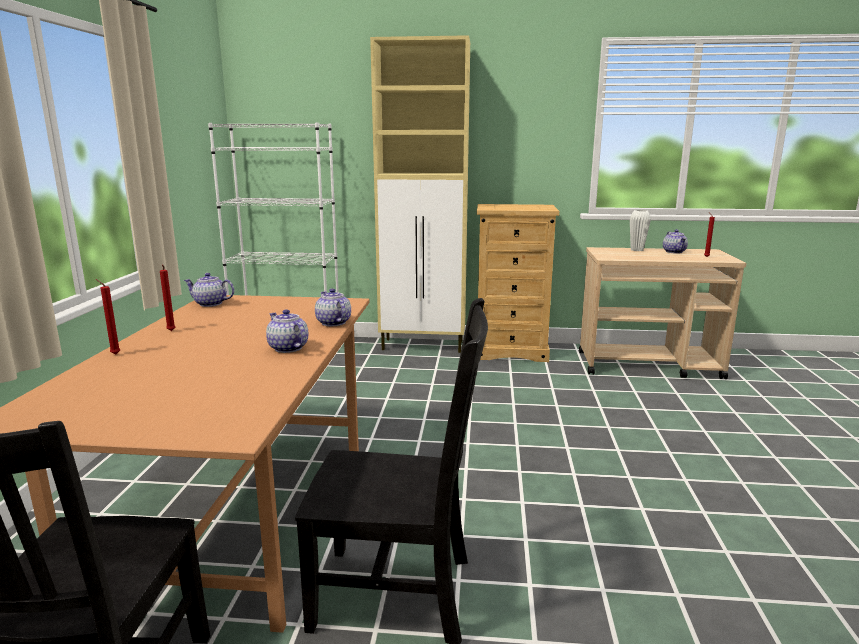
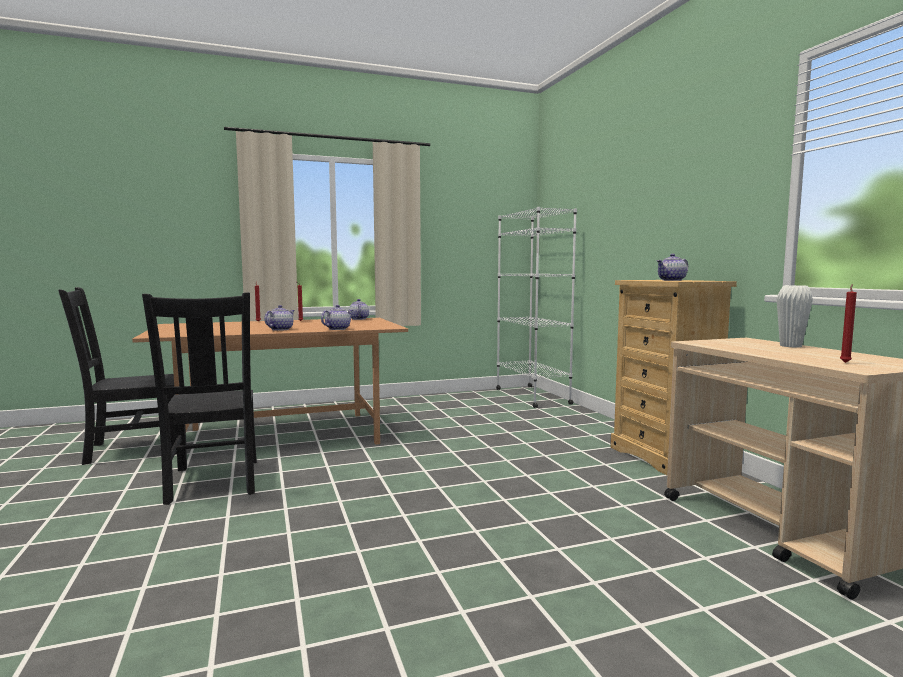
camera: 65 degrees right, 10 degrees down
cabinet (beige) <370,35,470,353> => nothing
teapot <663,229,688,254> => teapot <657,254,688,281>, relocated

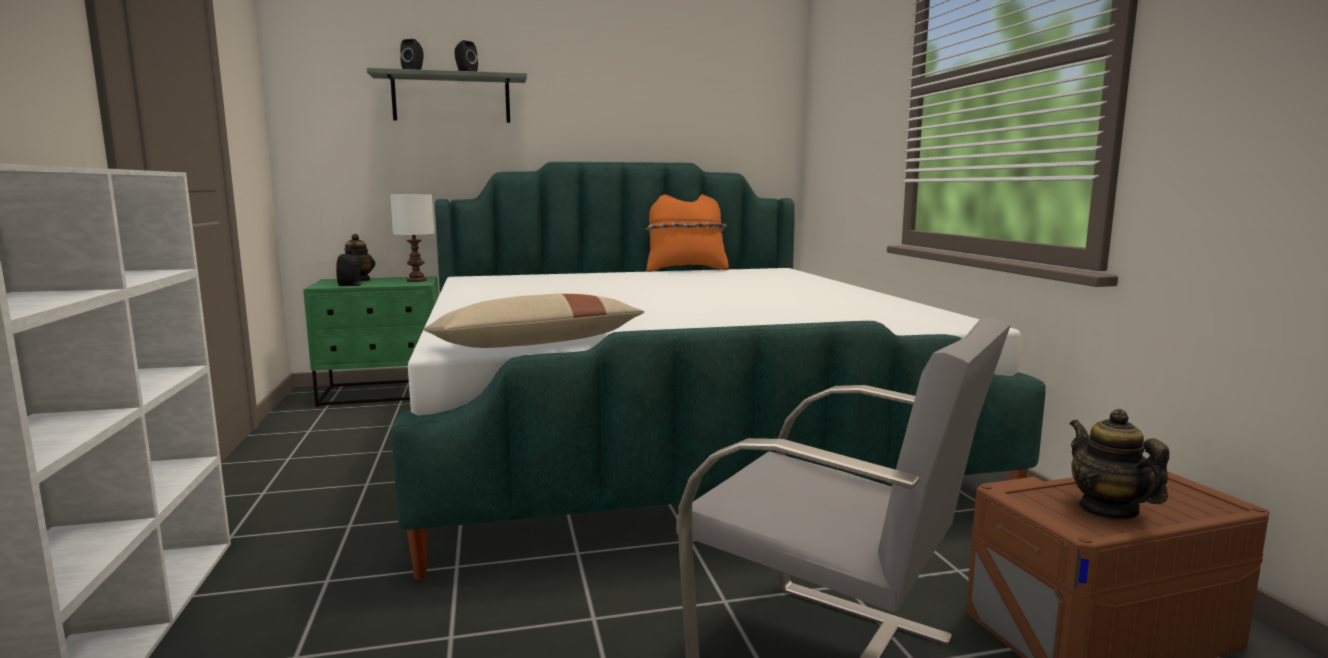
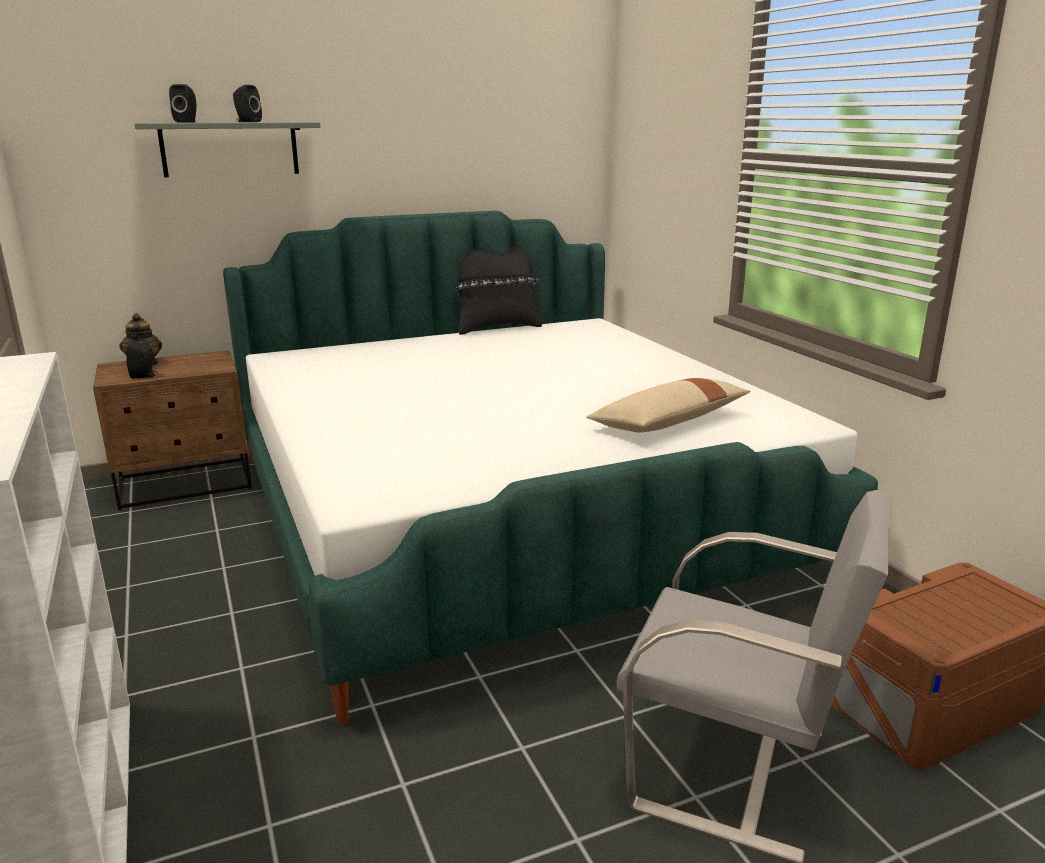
camera: 10 degrees left, 10 degrees up
table lamp (white) <390,194,434,282> => nothing
pillow (orange) <646,194,729,272> => pillow (black) <455,245,542,335>
nightstand (green) <303,276,439,407> => nightstand (brown) <93,351,252,510>
pillow (beige) <423,294,644,348> => pillow (beige) <586,378,750,433>, relocated
teapot <1070,408,1169,520> => nothing

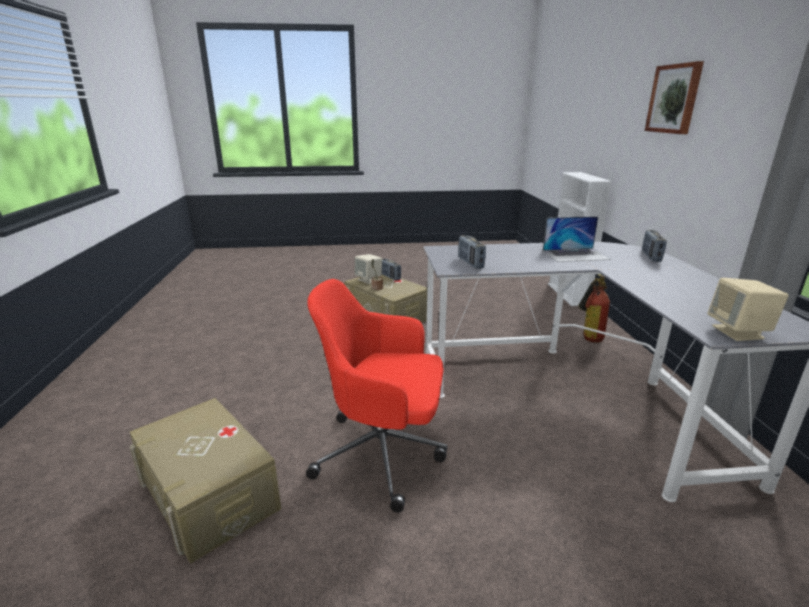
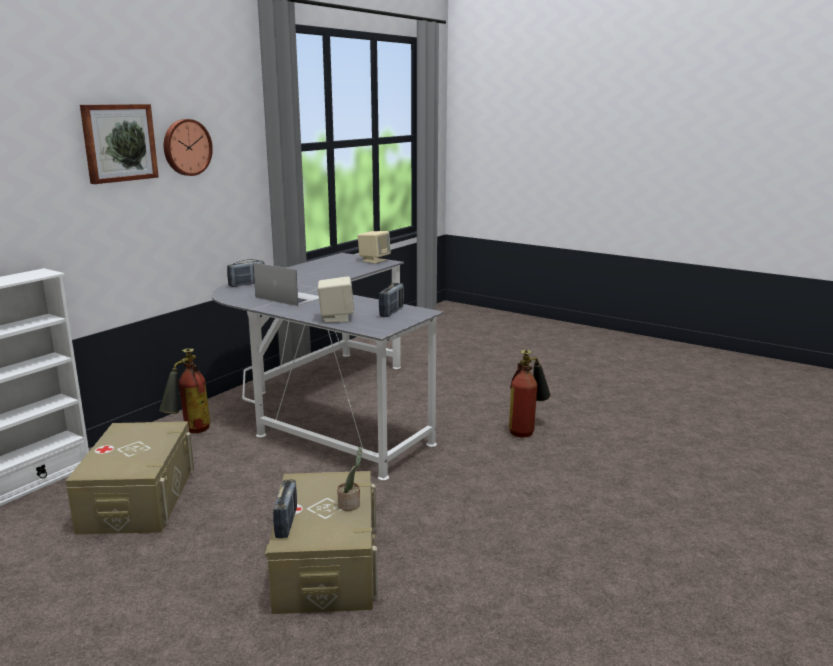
camera: 140 degrees left, 5 degrees down
speaker (beige) <354,254,382,284> => speaker (beige) <318,277,354,323>, relocated
office chair (red) <306,279,447,513> => fire extinguisher <509,350,551,438>
storage box (beige) <130,398,281,564> => storage box (beige) <66,422,194,535>, relocated
nothing => wall clock <164,119,213,176>

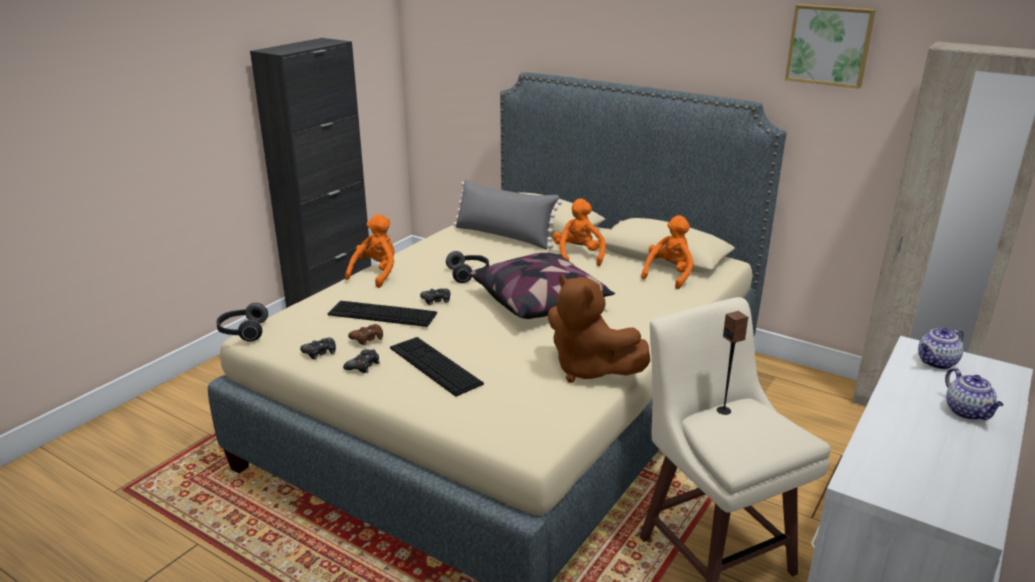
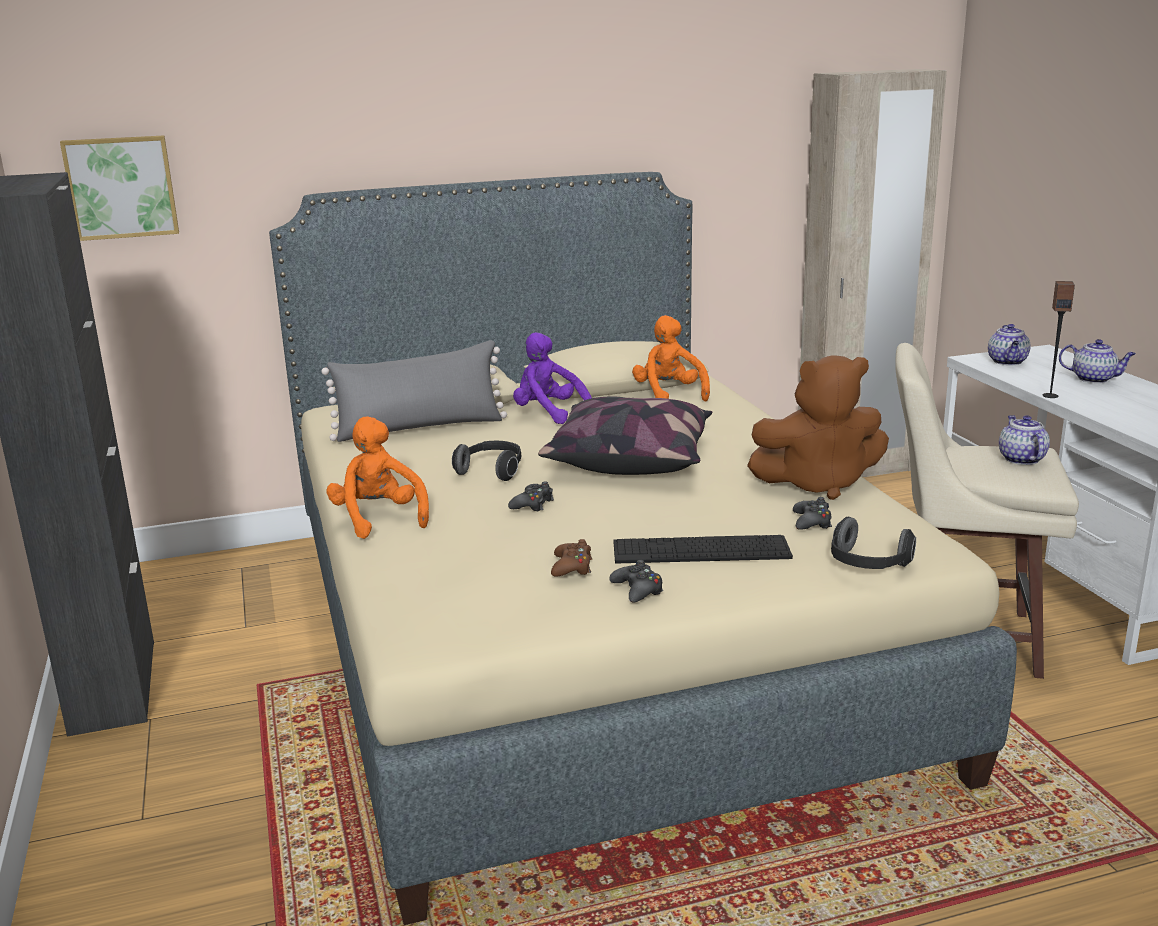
camera: 50 degrees left, 5 degrees down
picture <785,4,876,89> => picture <60,135,179,241>, relocated
plush toy (orange) <553,198,606,266> => plush toy (purple) <513,332,592,424>
keyboard <328,301,437,327> => nothing
headphones <217,303,268,341> => headphones <831,517,916,569>, relocated
speaker <717,311,748,415> => speaker <1042,281,1075,398>, relocated
game controller (black) <300,337,336,359> => game controller (black) <793,497,832,530>, relocated
nothing => teapot <999,415,1050,465>

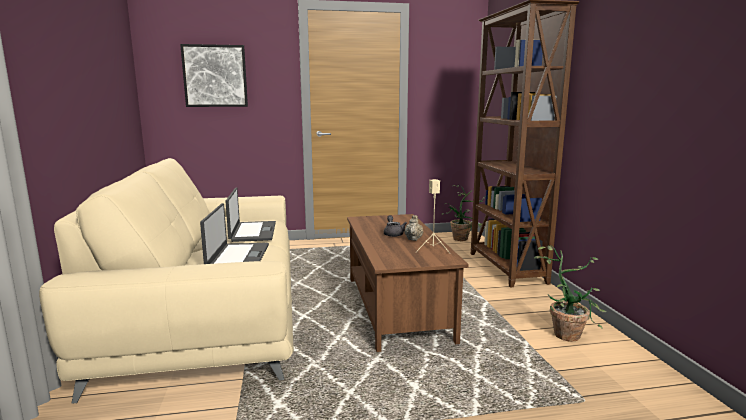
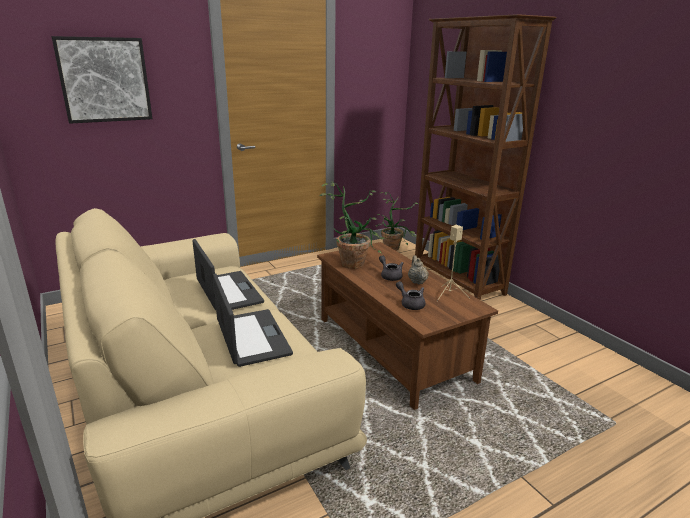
camera: 20 degrees left, 10 degrees up
potted plant <534,245,606,342> => potted plant <319,182,385,269>, relocated
nothing => teapot (grey) <396,281,426,310>

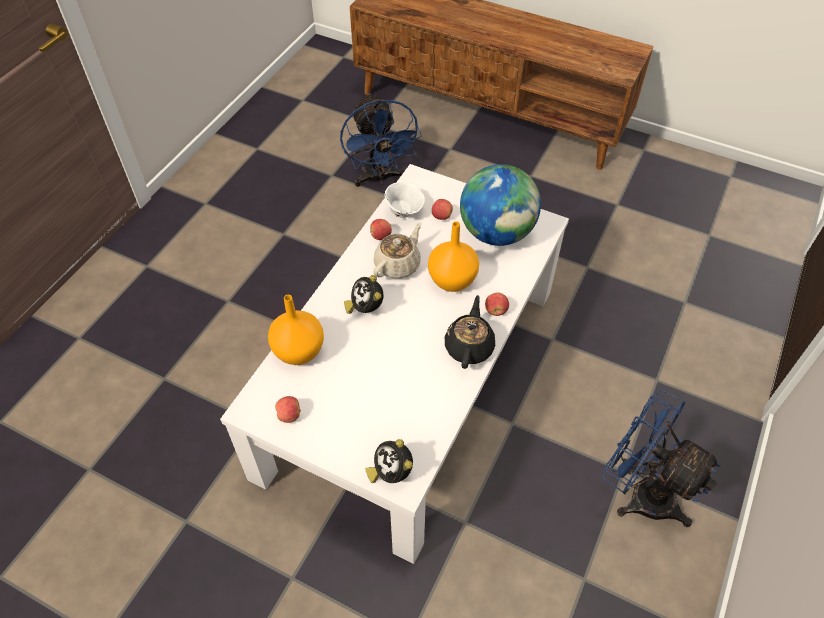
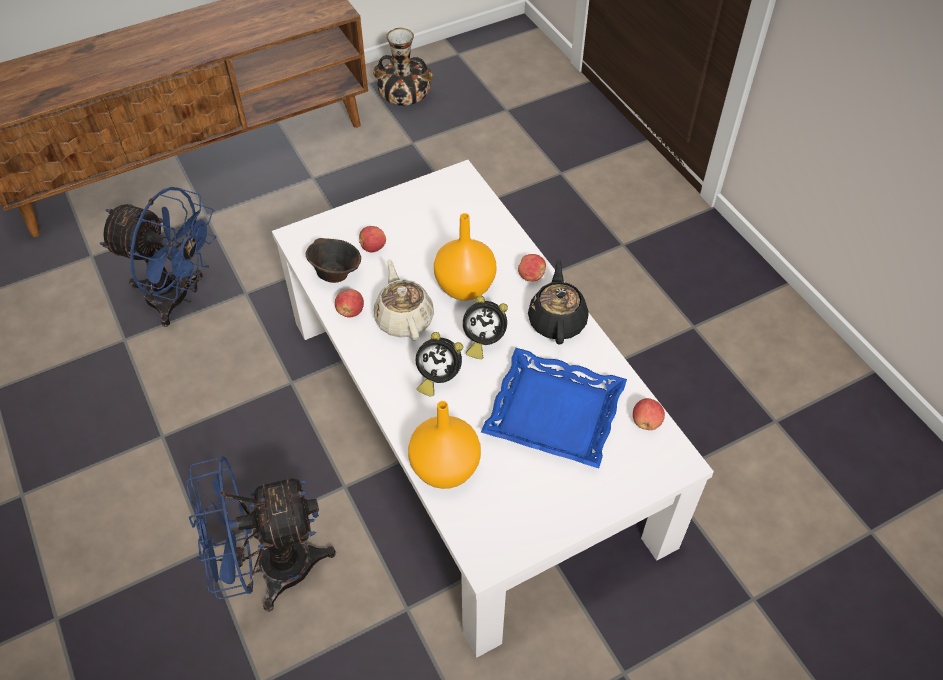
camera: 55 degrees left, 0 degrees up
globe <460,164,541,246> => nothing
bowl (white) <385,182,425,218> => bowl (brown) <306,238,361,283>
teapot (black) <445,295,495,369> => teapot (black) <528,259,589,345>, 45 degrees clockwise
fan (blue) <602,389,720,527> => fan (blue) <186,456,336,612>, relocated
apple <275,396,301,423> => apple <633,398,665,430>, relocated
alarm clock <366,439,413,483> => alarm clock <463,296,508,359>, relocated
nothing => vase <373,28,433,106>
nothing => tray (blue) <481,348,627,468>

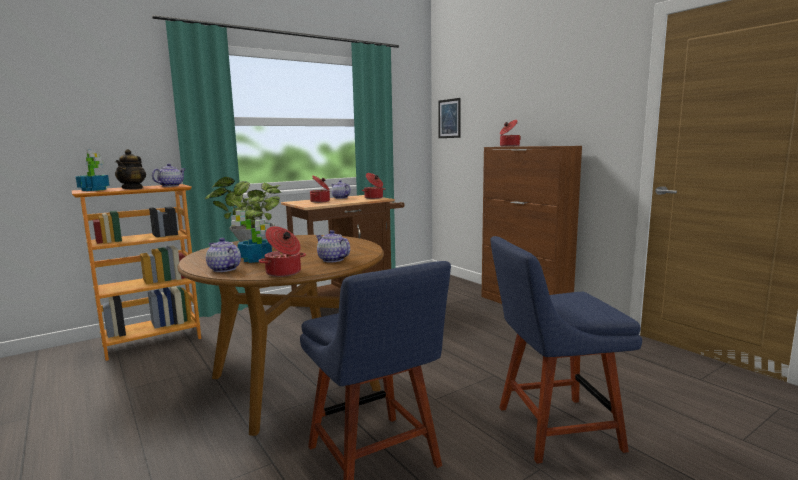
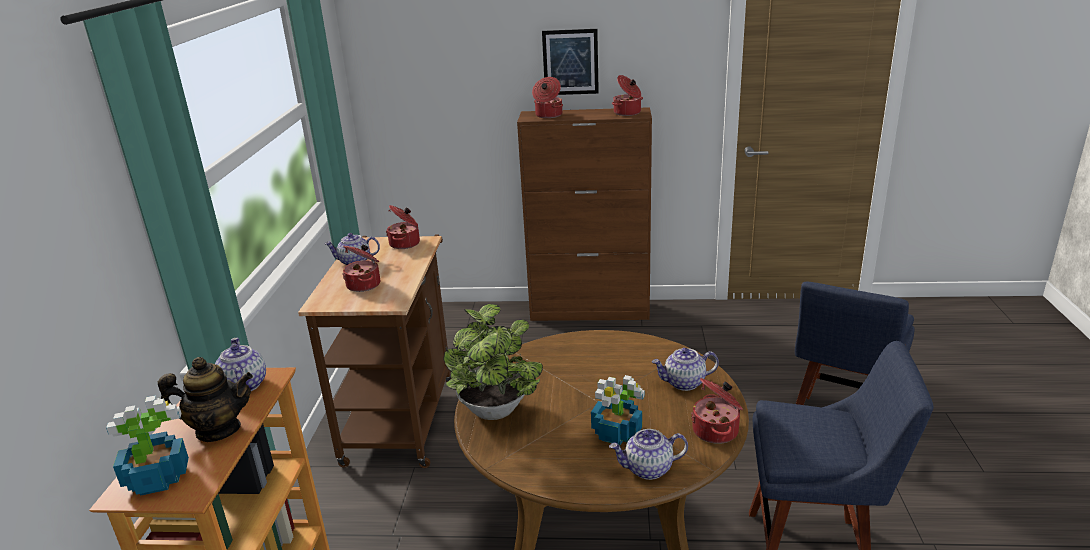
camera: 50 degrees left, 15 degrees up
picture <438,98,461,138> => picture <542,29,599,95>, relocated
teapot <115,149,146,189> => teapot <158,357,253,442>, 45 degrees counterclockwise
nothing => cooking pot <612,75,643,116>

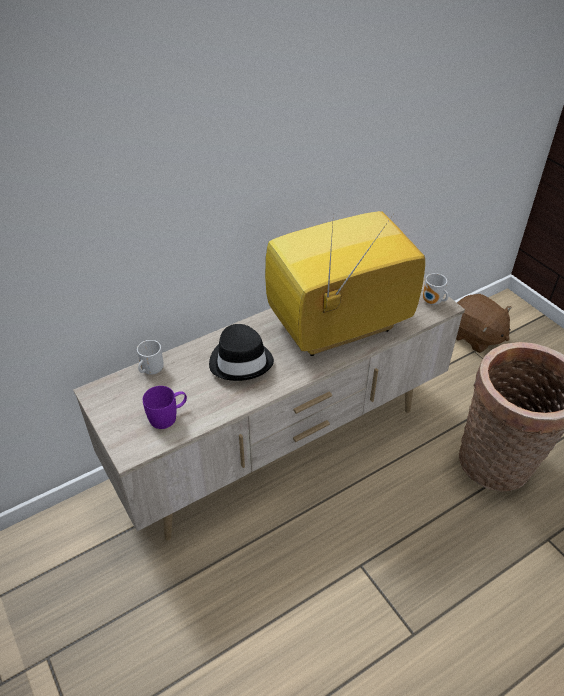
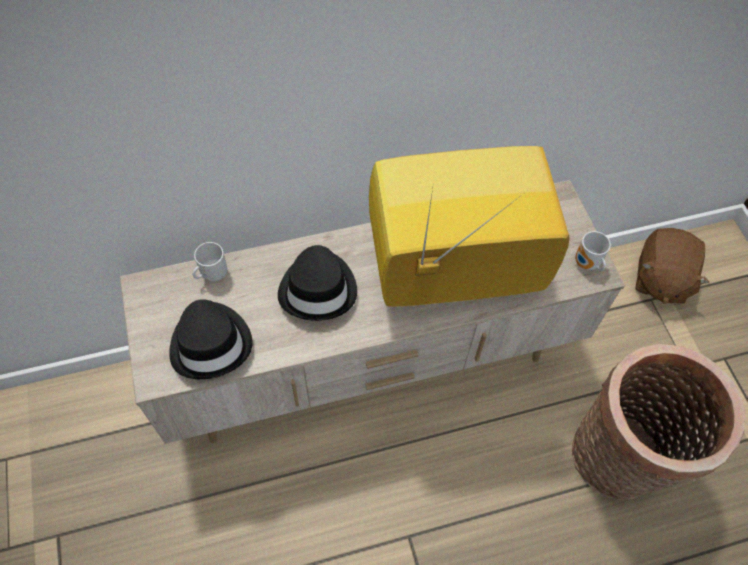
camera: 15 degrees right, 15 degrees up
plush toy (brown) <456,294,512,353> => plush toy (brown) <635,228,709,304>, 45 degrees clockwise
mug (purple) <143,386,187,429> => hat (black) <169,299,253,379>

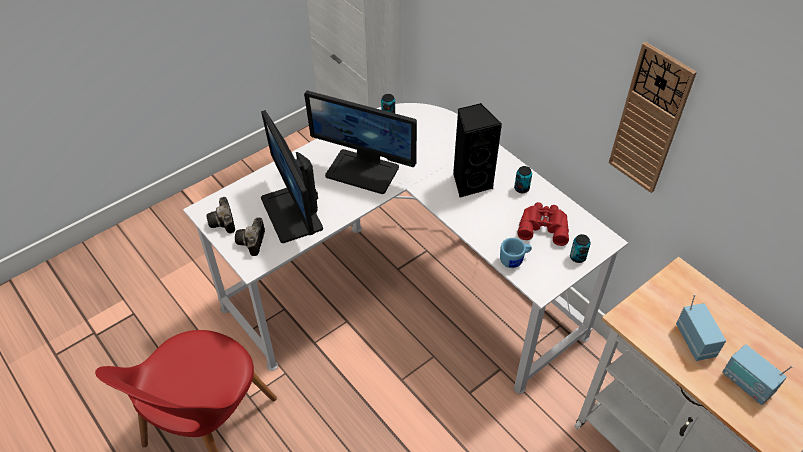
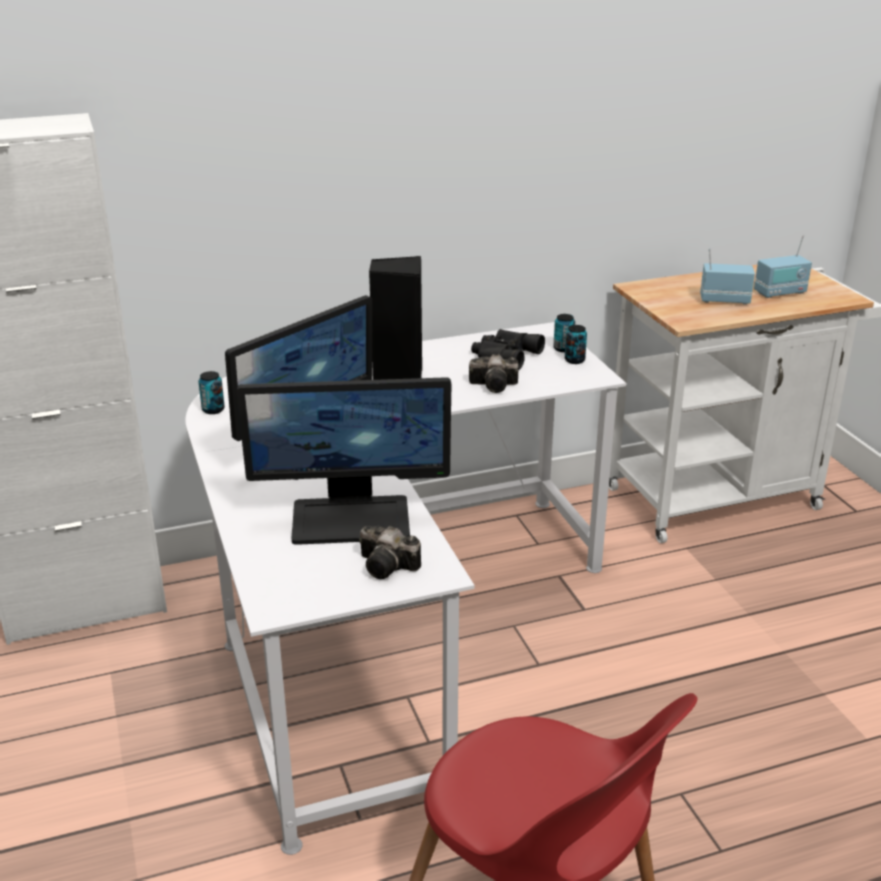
camera: 70 degrees left, 20 degrees down
wall clock <609,42,697,193> => nothing
can <514,166,532,193> => can <565,325,587,364>, relocated
photo camera <206,197,235,233> => photo camera <469,354,519,393>, relocated
binoculars (red) <517,202,569,246> => binoculars (black) <471,329,545,370>
mug (blue) <500,238,532,268> => nothing

